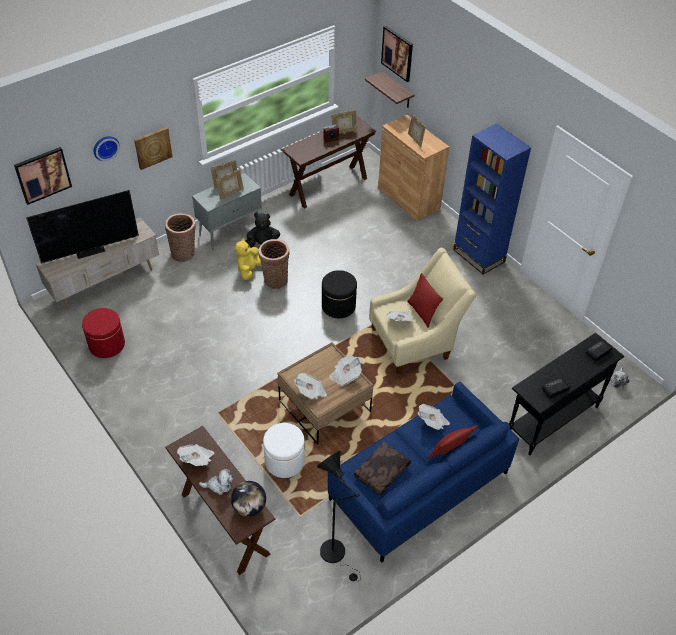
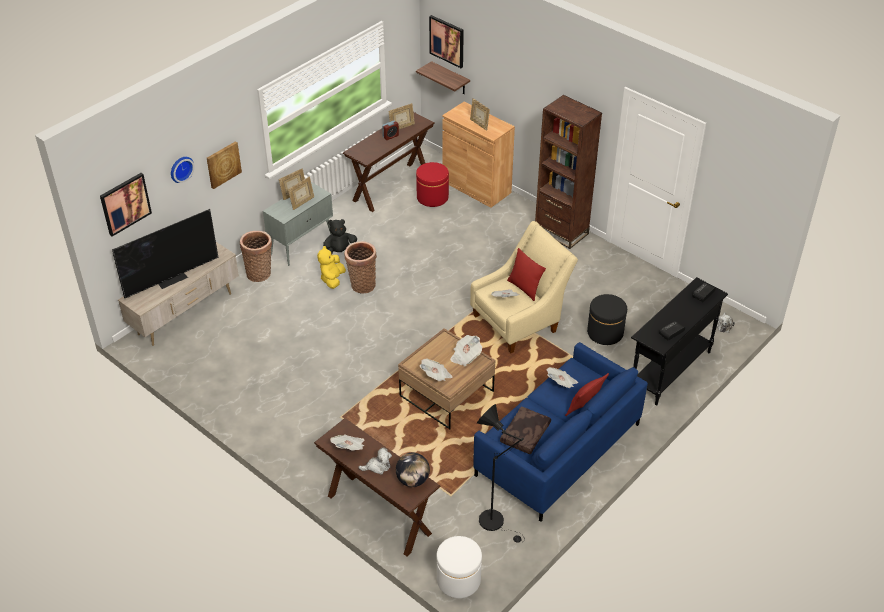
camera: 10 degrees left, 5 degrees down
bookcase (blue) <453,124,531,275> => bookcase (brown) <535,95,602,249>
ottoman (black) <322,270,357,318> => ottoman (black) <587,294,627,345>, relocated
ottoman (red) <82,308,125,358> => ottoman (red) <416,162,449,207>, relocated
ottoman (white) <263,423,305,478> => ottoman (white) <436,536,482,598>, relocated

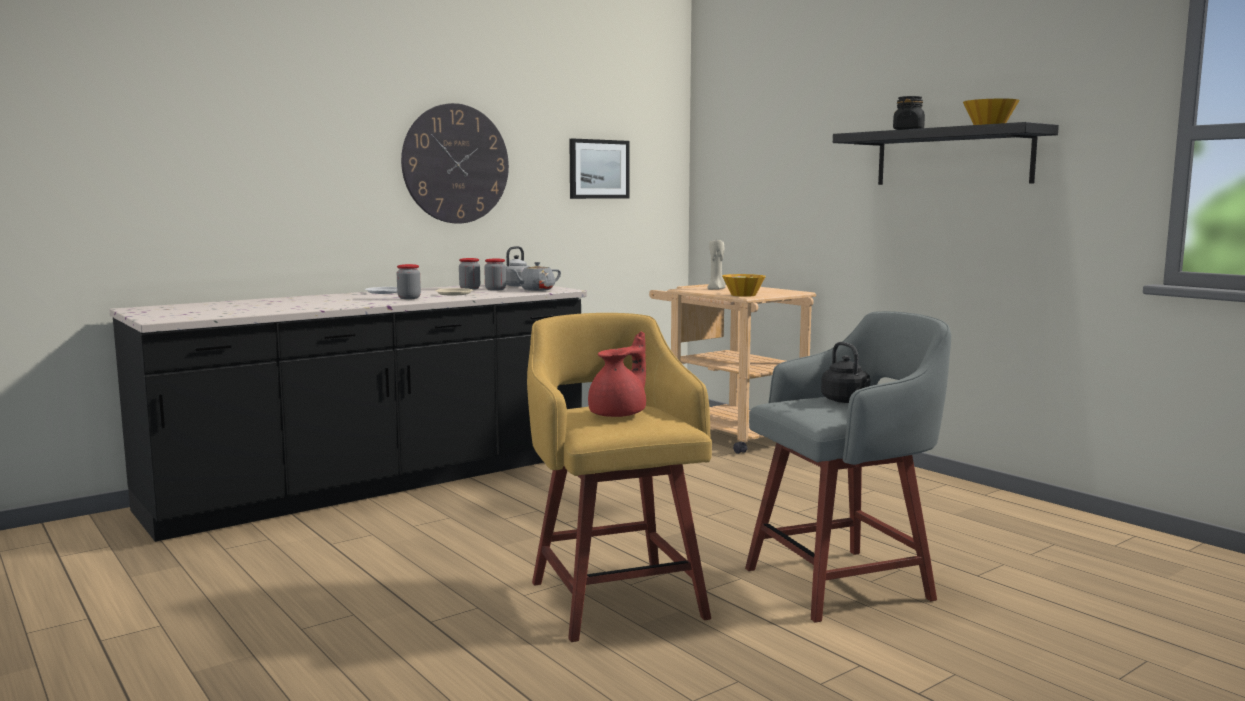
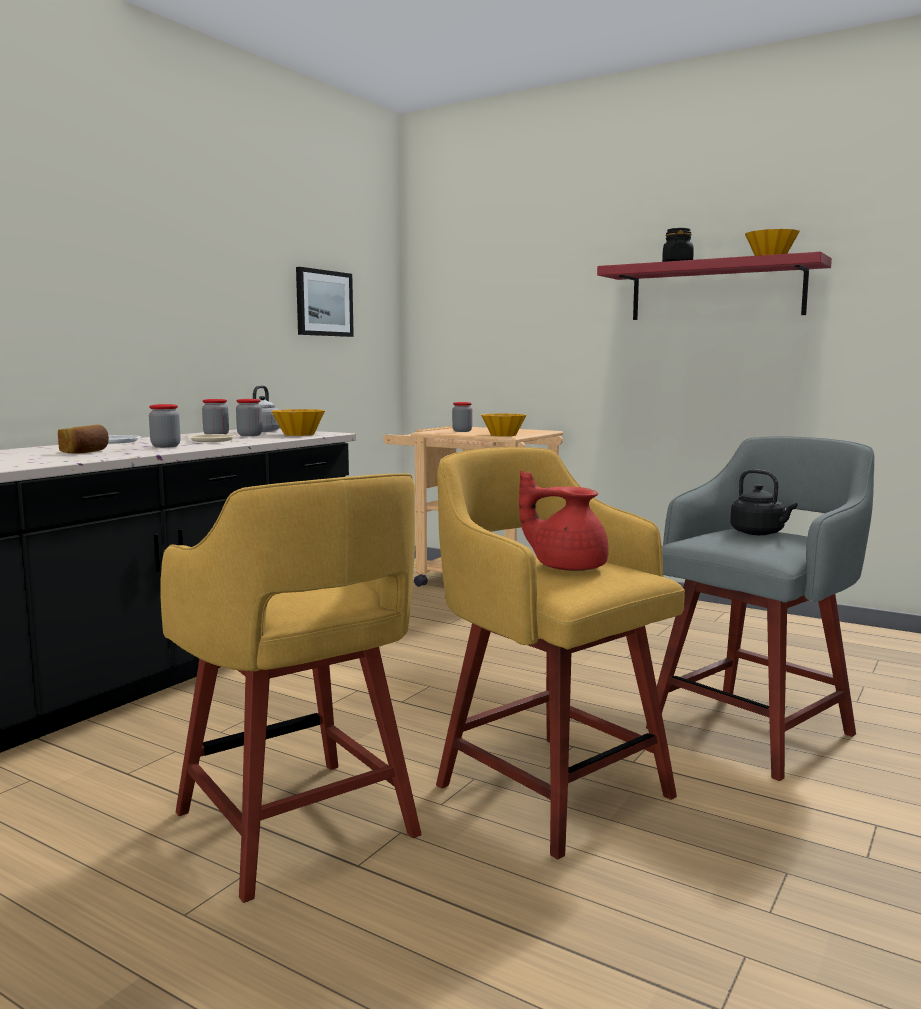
camera: 20 degrees left, 0 degrees up
wall clock <401,103,509,224> => nothing
shelf (black) <833,122,1059,185> => shelf (red) <597,252,832,320>
candle (beige) <707,240,726,290> => jar <452,402,472,432>
teapot (grey) <510,262,561,291> => bowl <271,409,325,436>
teapot (red) <588,332,646,417> => teapot (red) <519,470,609,571>, 90 degrees counterclockwise
nothing => bread <58,425,109,453>
nothing => stool (yellow) <160,473,421,903>

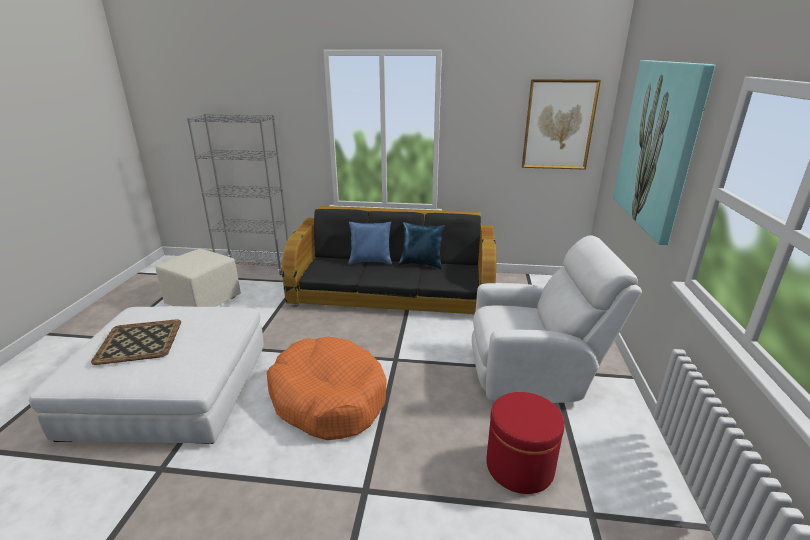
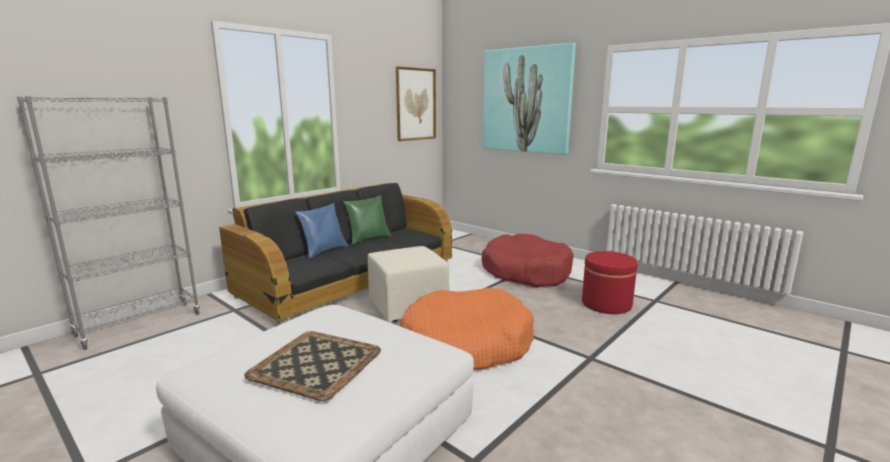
camera: 55 degrees left, 10 degrees down
pillow (blue) <399,222,445,269> => pillow (green) <343,195,392,245>
armchair (white) <472,235,642,403> => dog bed (red) <482,234,574,288>
ottoman (beige) <156,249,241,307> => ottoman (beige) <368,246,450,322>, relocated

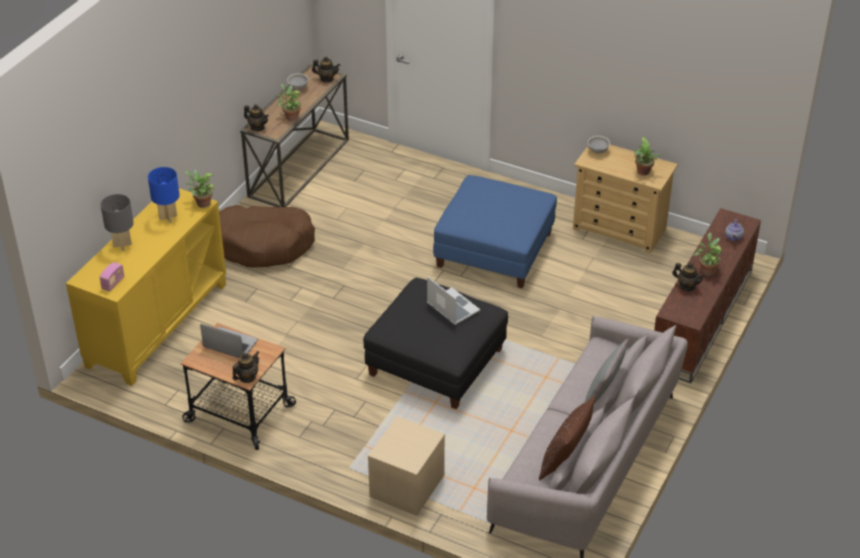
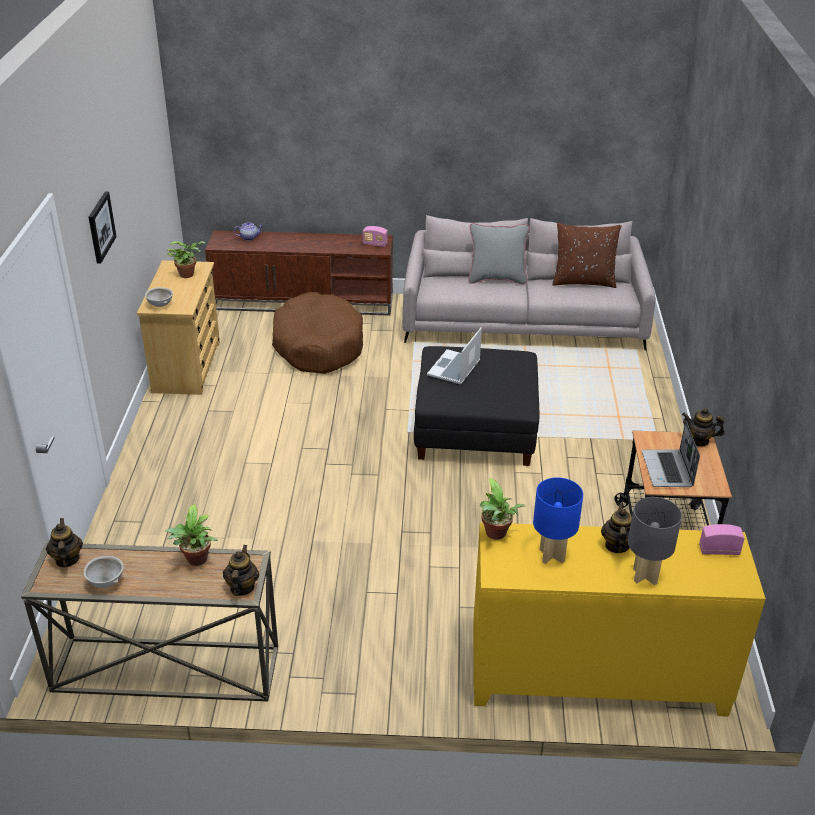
camera: 115 degrees left, 5 degrees down
ottoman (blue) <433,175,557,288> => nothing
dog bed (brown) <219,205,315,267> => dog bed (brown) <272,292,363,374>, relocated
potted plant <694,233,723,276> => nothing
teapot <672,263,705,291> => teapot <601,503,632,553>, relocated
nightstand (beige) <368,416,445,516> => nothing
nothing => picture <89,191,117,264>
nothing => radio <363,226,388,247>

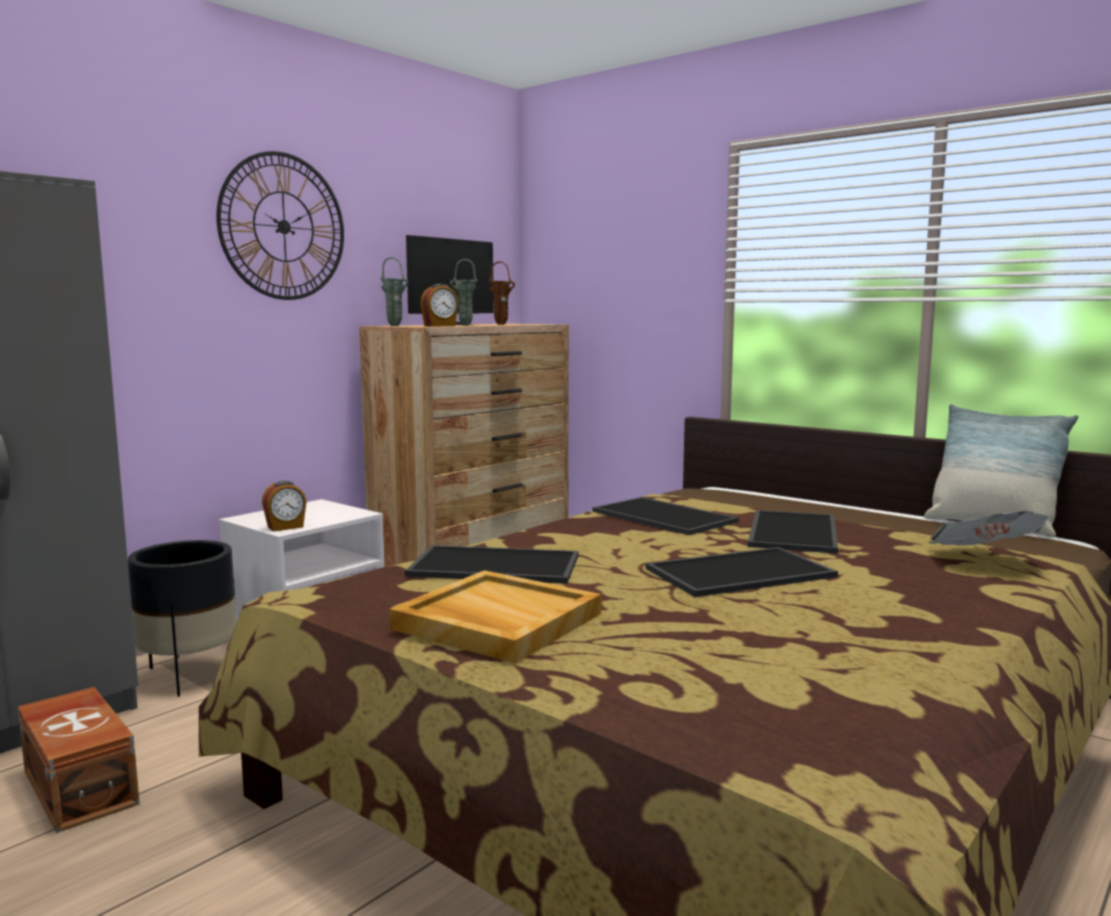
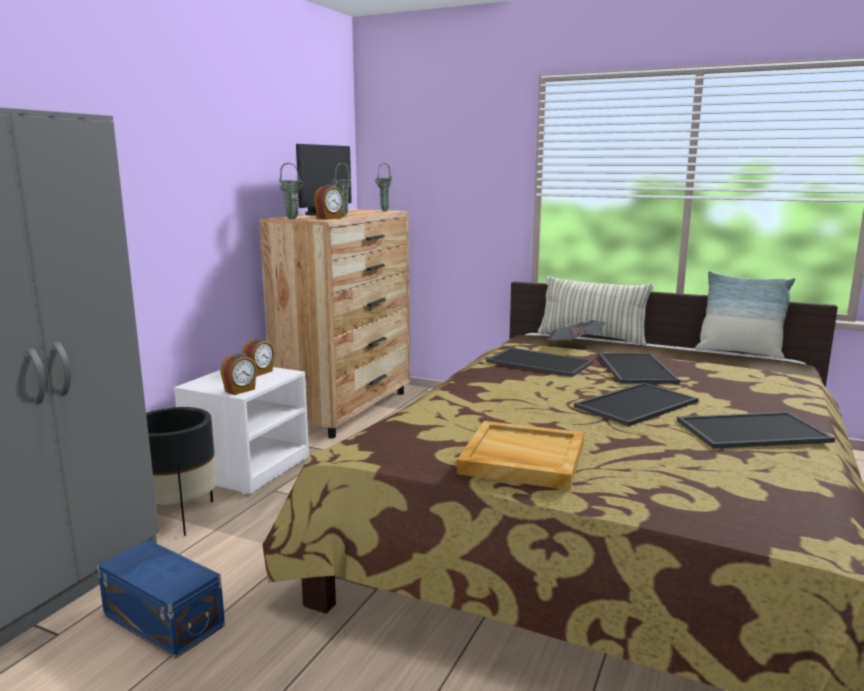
camera: 15 degrees left, 5 degrees up
wall clock <216,151,344,300> => nothing
vase (brown) <489,261,515,325> => nothing
newspaper <928,511,1049,546> => newspaper <547,320,605,341>, relocated
tray <405,545,578,584> => tray <677,412,835,449>, relocated
storage box (brown) <18,687,140,833> => storage box (blue) <97,540,225,659>
nothing => vase (green) <375,163,392,211>
nothing => pillow <538,276,654,345>
nothing => alarm clock <242,338,274,377>

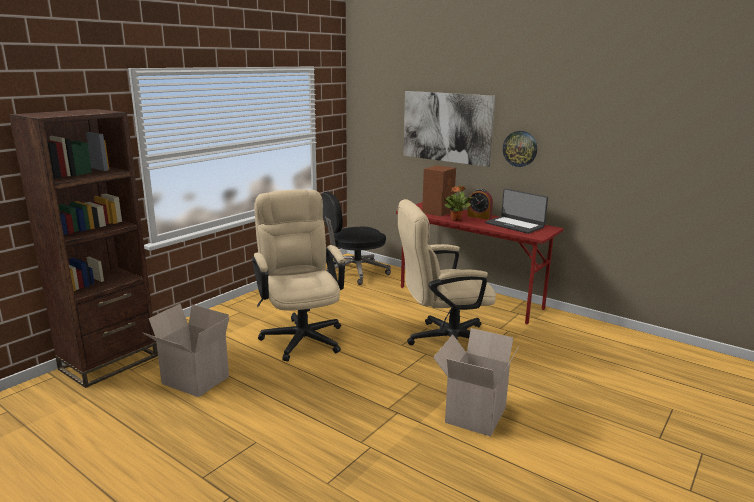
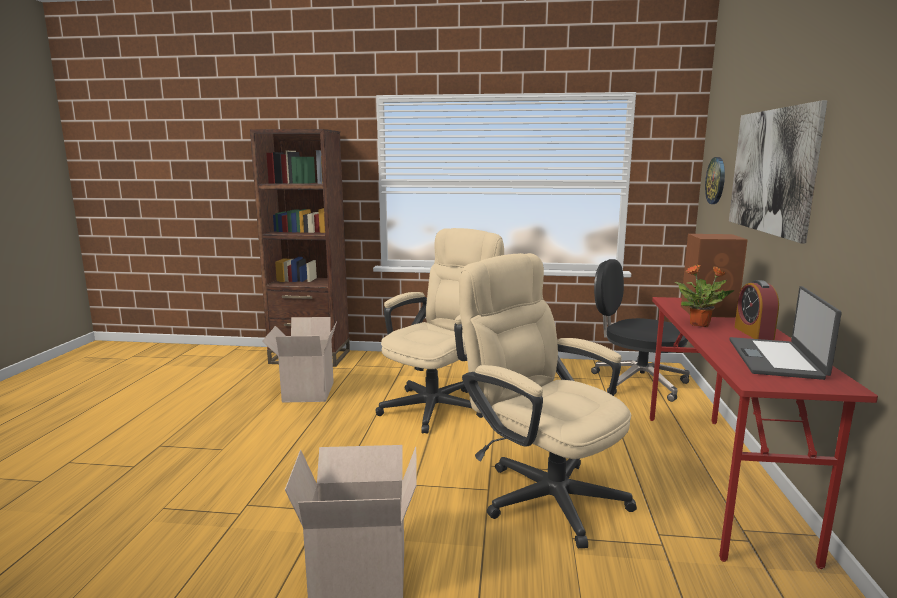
camera: 60 degrees right, 5 degrees down
wall clock <503,131,537,167> => wall clock <705,157,725,204>, relocated

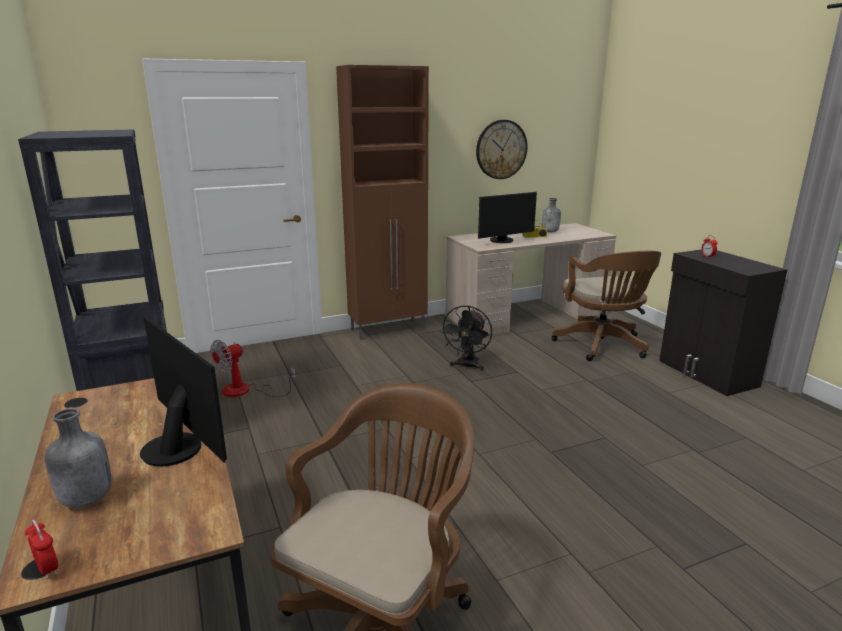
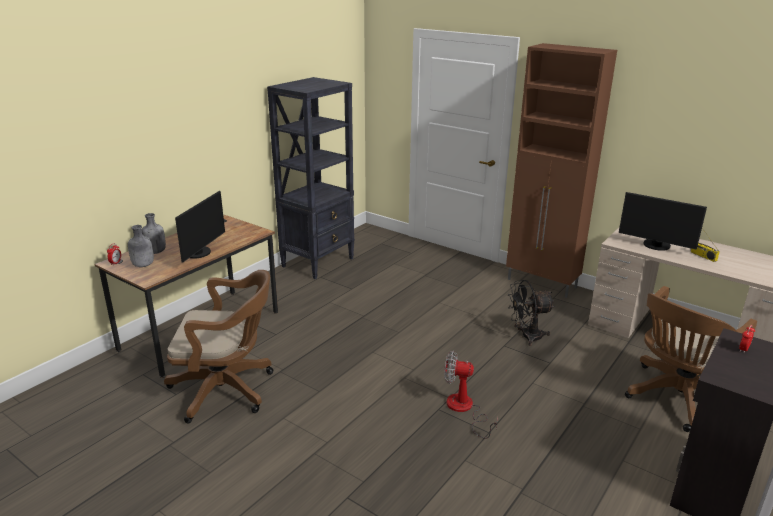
camera: 60 degrees right, 5 degrees up
wall clock <476,120,527,179> => nothing
bottle (grey) <542,198,561,232> => bottle (grey) <128,225,154,267>, relocated
fan <210,340,296,397> => fan <444,351,498,439>, relocated

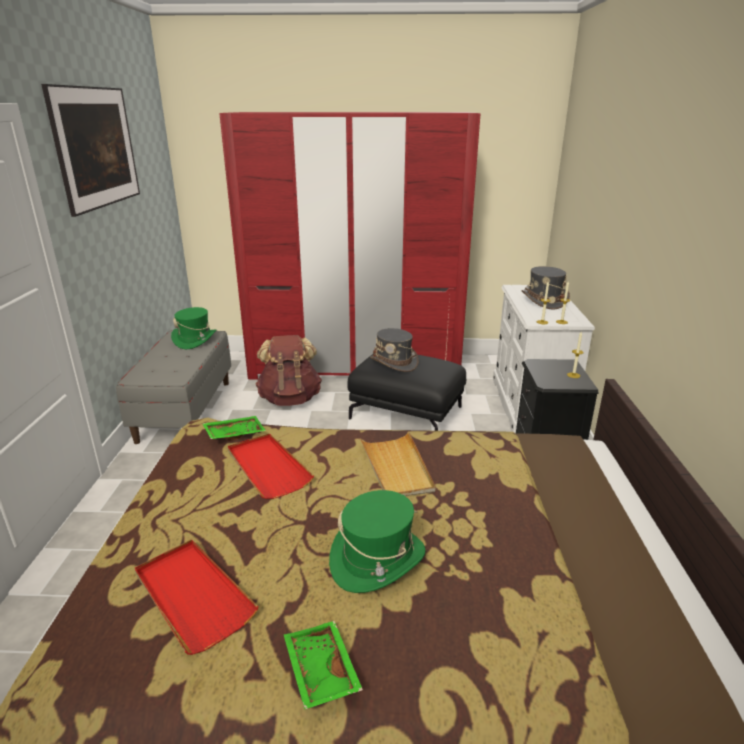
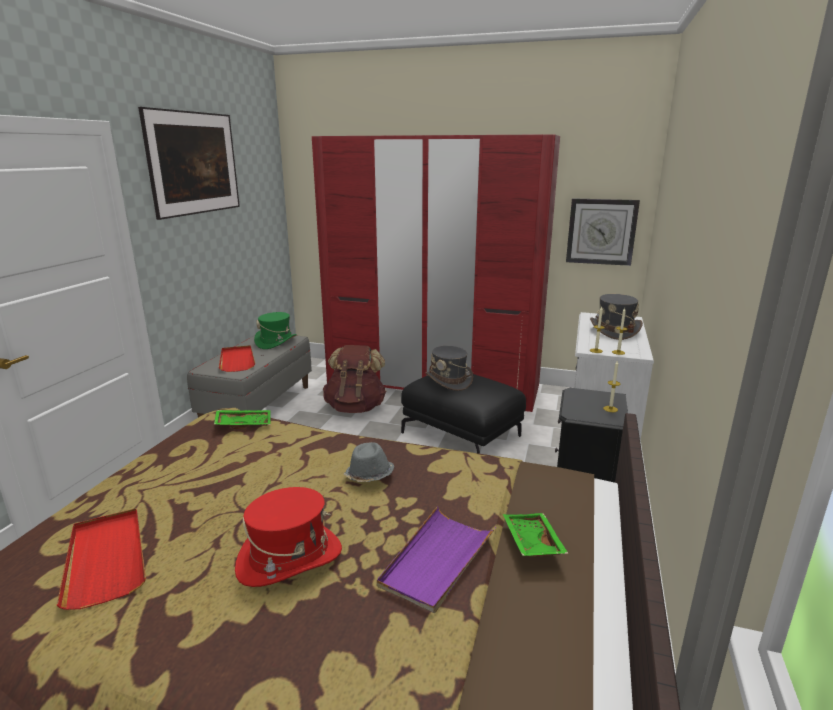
camera: 15 degrees right, 5 degrees down
tray (beige) <360,431,436,496> => hat (grey) <344,442,394,482>
tray (red) <228,433,314,499> => tray (red) <219,345,255,372>, relocated
hat (green) <329,490,425,593> => hat (red) <235,487,342,587>
tray (green) <284,621,363,709> => tray (green) <503,513,569,556>, relocated
nothing => wall clock <566,198,640,266>
nothing => tray (purple) <377,506,496,613>

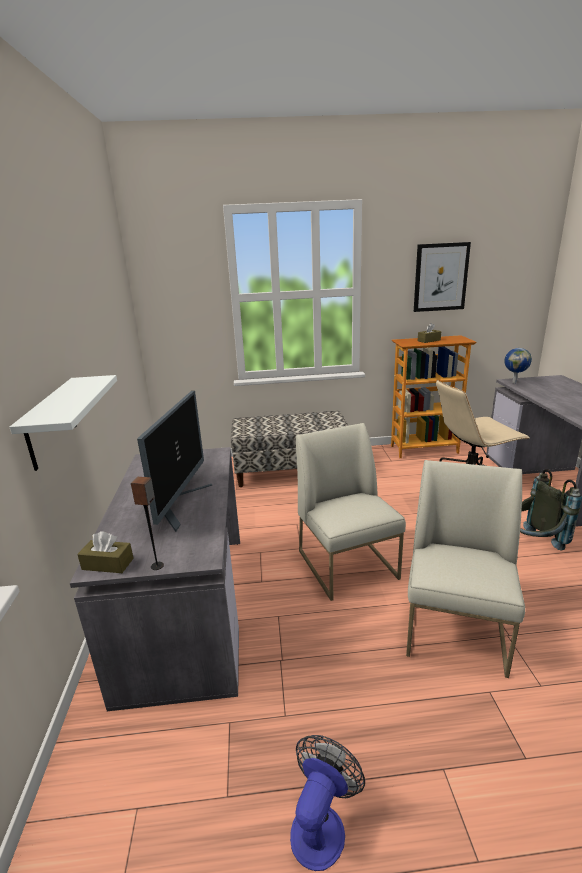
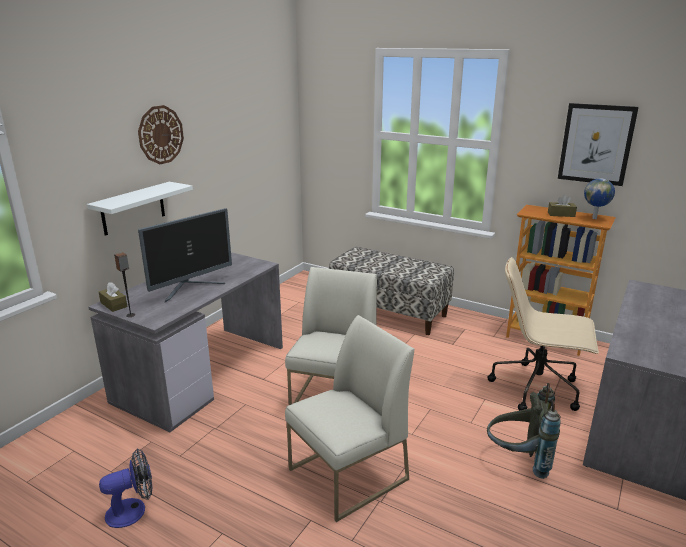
camera: 35 degrees right, 0 degrees up
globe <504,348,532,384> => globe <584,178,615,219>, relocated
nothing => wall clock <138,105,184,164>

